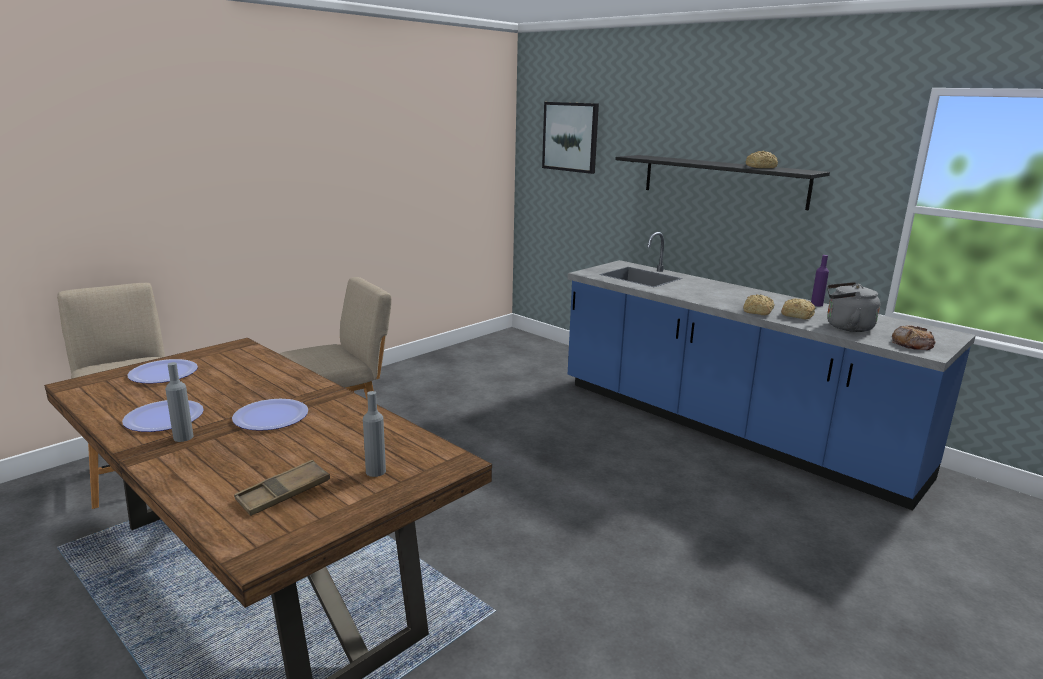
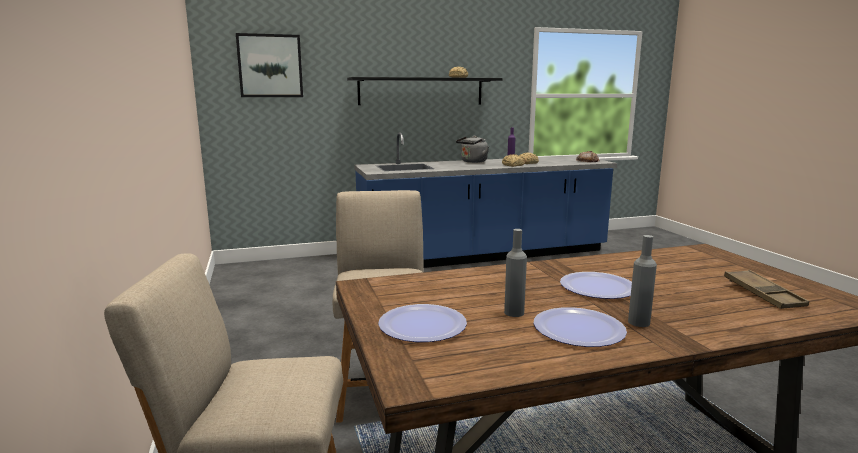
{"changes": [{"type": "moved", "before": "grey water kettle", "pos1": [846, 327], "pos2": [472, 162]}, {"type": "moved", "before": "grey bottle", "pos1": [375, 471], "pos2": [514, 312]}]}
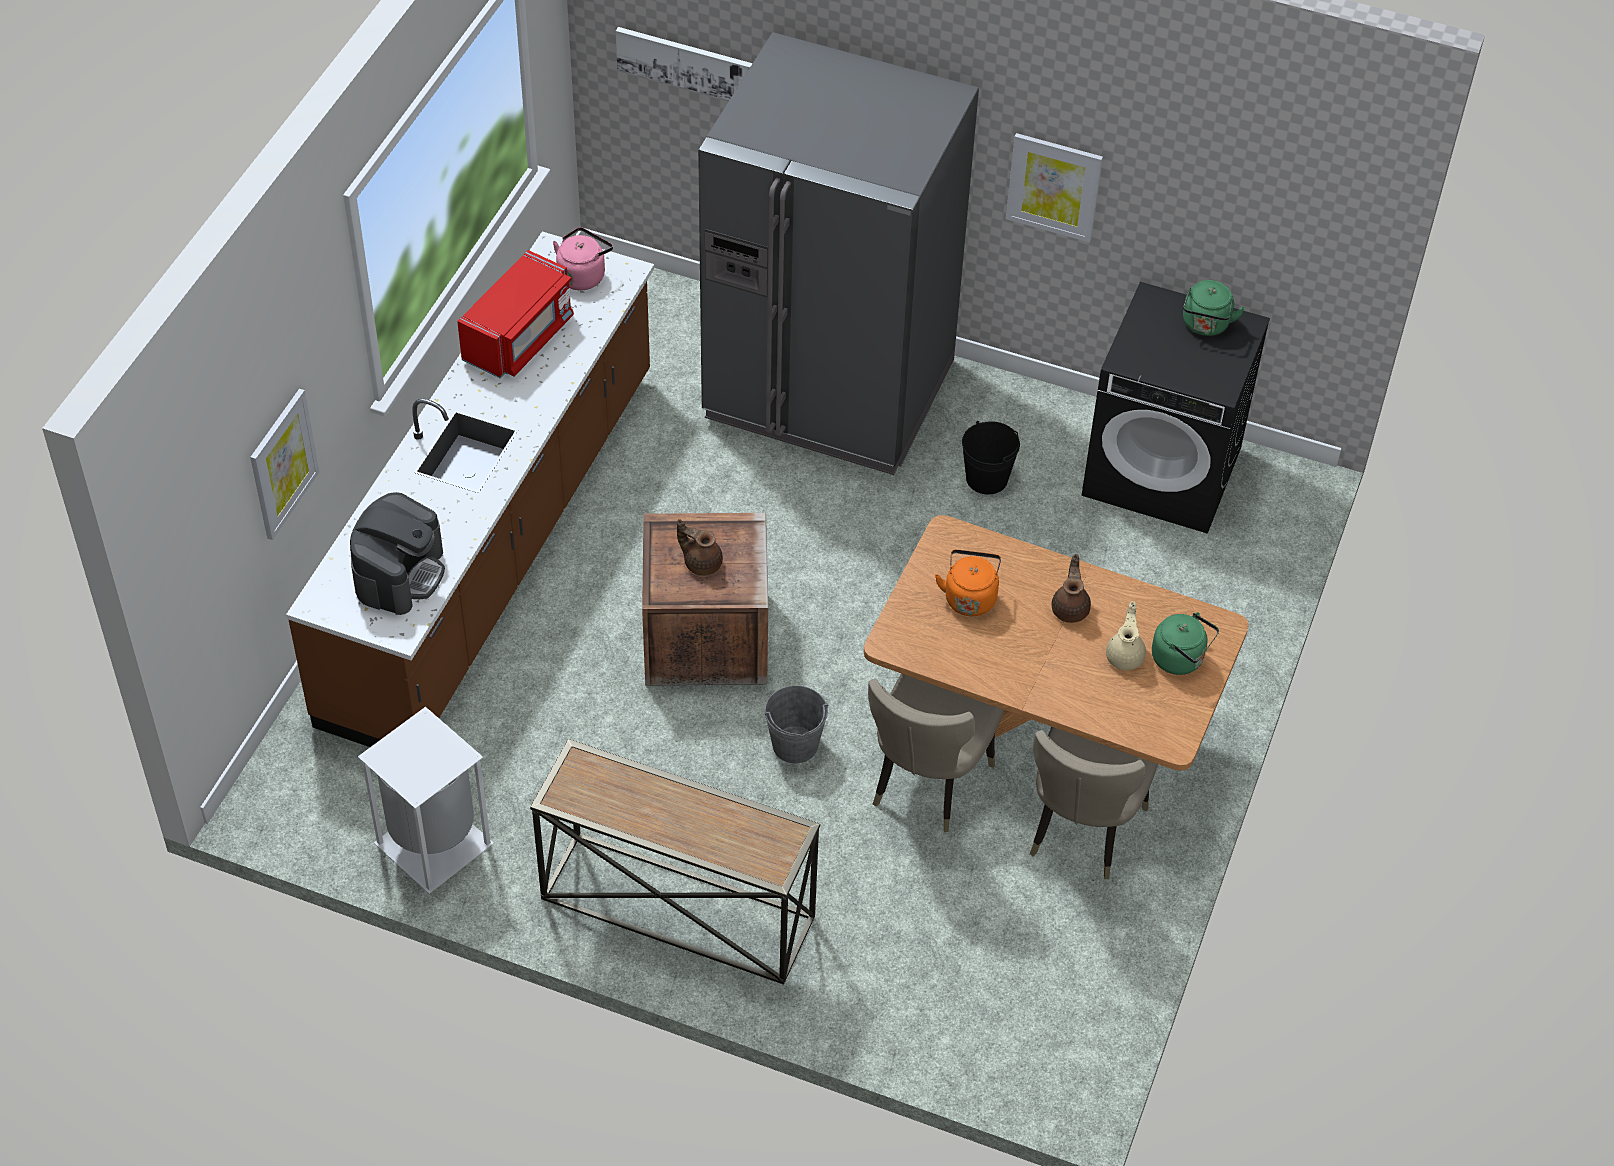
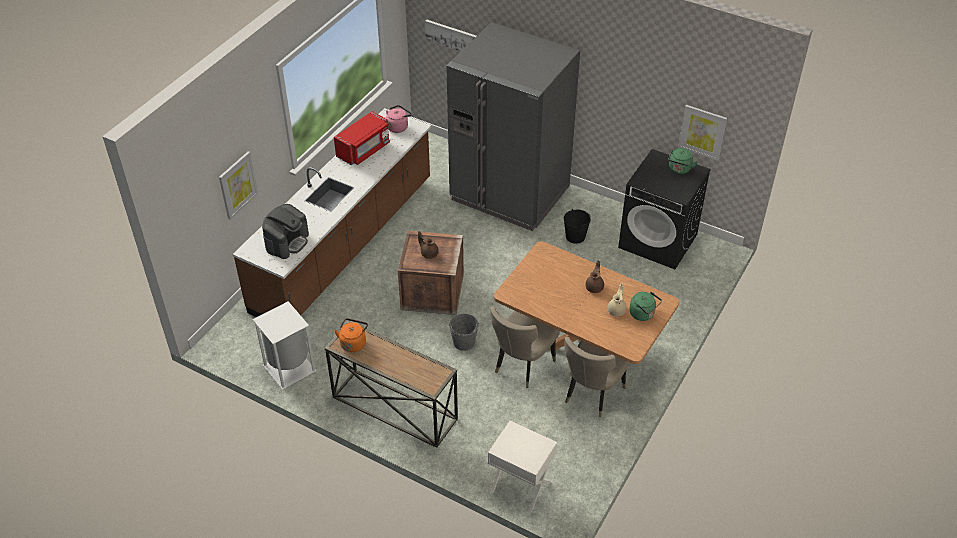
{"changes": [{"type": "moved", "before": "picture", "pos1": [1054, 186], "pos2": [702, 132]}, {"type": "moved", "before": "orange-coloured water kettle", "pos1": [970, 597], "pos2": [353, 343]}, {"type": "added", "after": "whitish nightstand", "pos2": [520, 487]}]}
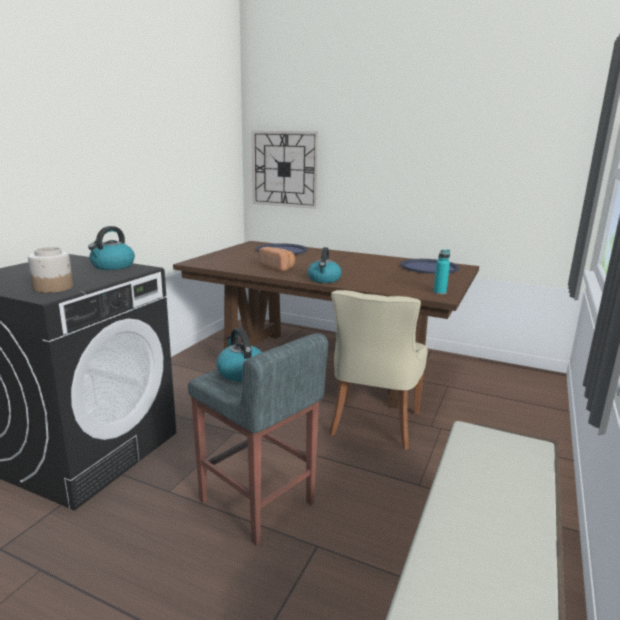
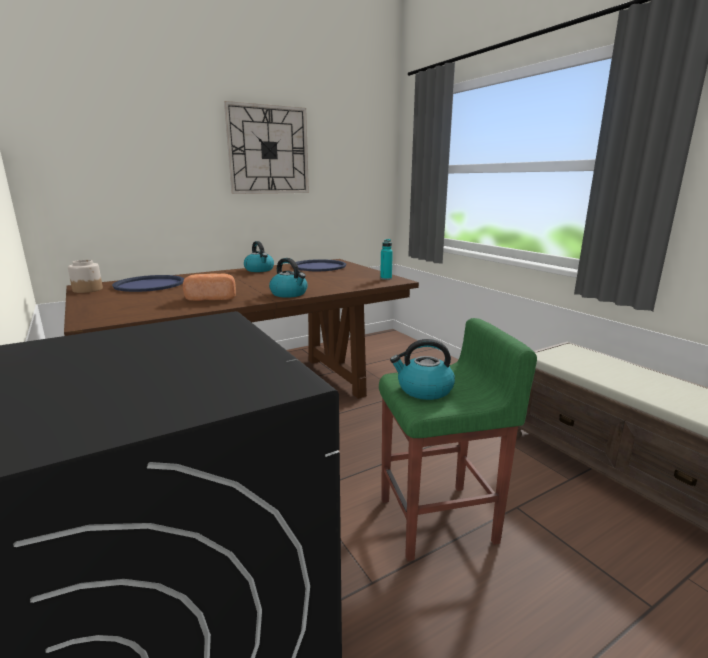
{"changes": [{"type": "moved", "before": "wall clock", "pos1": [284, 169], "pos2": [268, 150]}, {"type": "moved", "before": "water kettle", "pos1": [112, 266], "pos2": [259, 270]}, {"type": "moved", "before": "preserve jar", "pos1": [54, 288], "pos2": [88, 289]}, {"type": "removed", "before": "beige chair", "pos1": [373, 425]}, {"type": "recoloured", "before": "grey sitting stool", "after": "greenish sitting stool", "pos1": [257, 503], "pos2": [439, 520]}]}
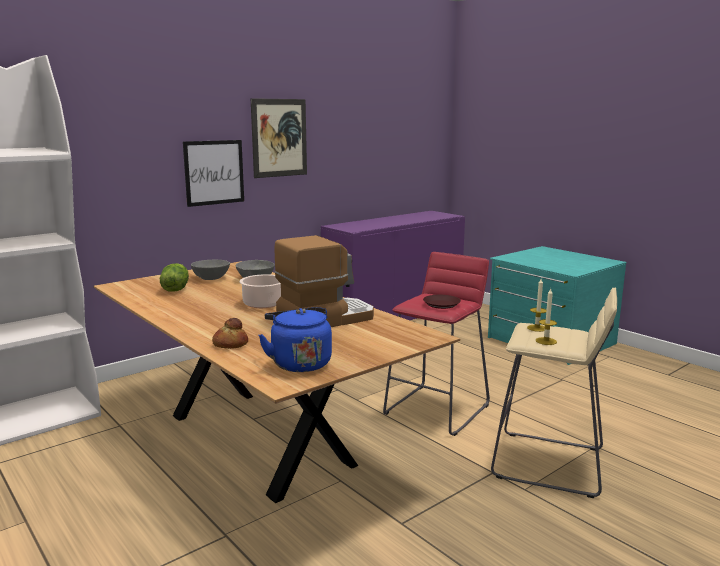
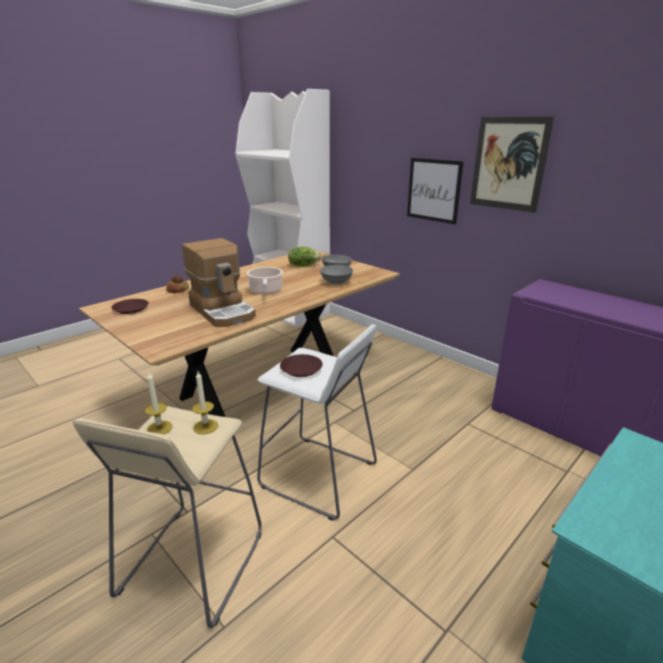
{"changes": [{"type": "recoloured", "before": "red-coloured sitting stool", "after": "whitish sitting stool", "pos1": [437, 409], "pos2": [318, 476]}, {"type": "replaced", "before": "bluish water kettle", "after": "brown-coloured plate", "pos1": [299, 363], "pos2": [131, 309]}]}
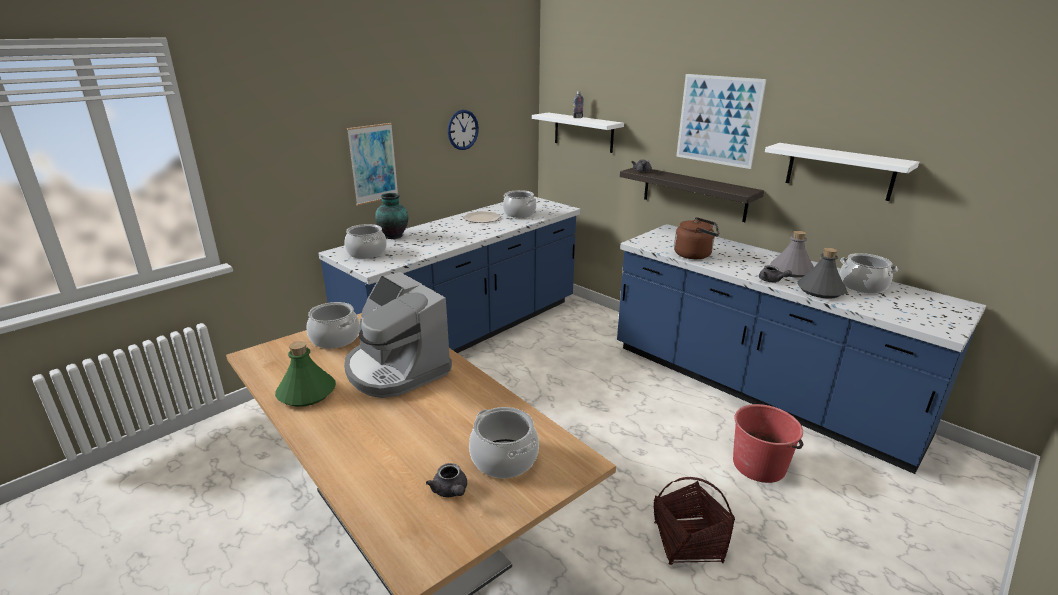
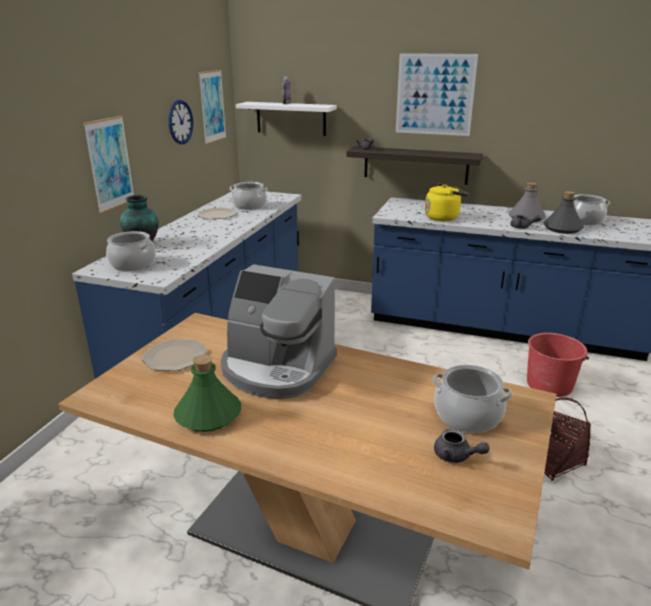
{"changes": [{"type": "removed", "before": "whitish wall shelf", "pos1": [839, 171]}, {"type": "recoloured", "before": "brown-coloured water kettle", "after": "yellow-coloured water kettle", "pos1": [695, 255], "pos2": [443, 217]}, {"type": "replaced", "before": "cooking pot", "after": "plate", "pos1": [335, 338], "pos2": [175, 356]}, {"type": "added", "after": "picture", "pos2": [212, 106]}]}
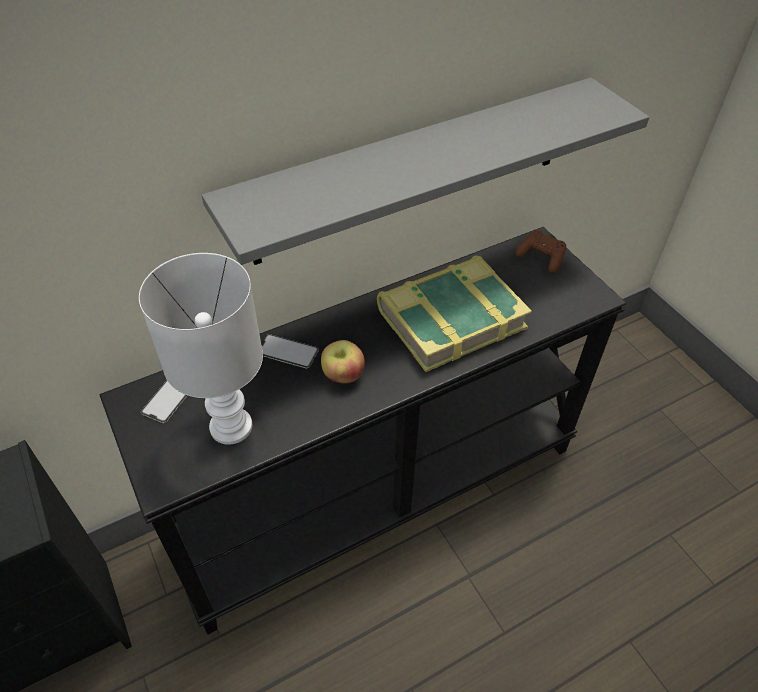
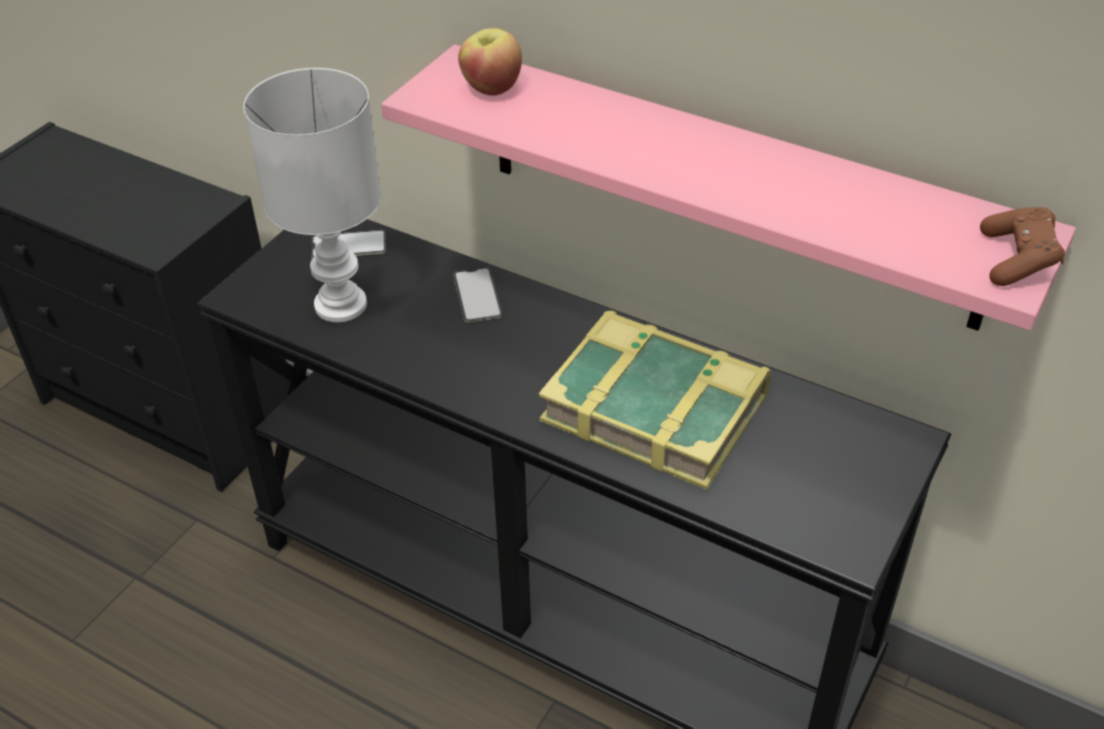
{"changes": [{"type": "recoloured", "before": "grey wall shelf", "after": "pinkish wall shelf", "pos1": [413, 171], "pos2": [728, 186]}, {"type": "moved", "before": "brown-coloured gamepad", "pos1": [541, 257], "pos2": [1017, 260]}, {"type": "moved", "before": "whole apple", "pos1": [343, 375], "pos2": [491, 87]}]}
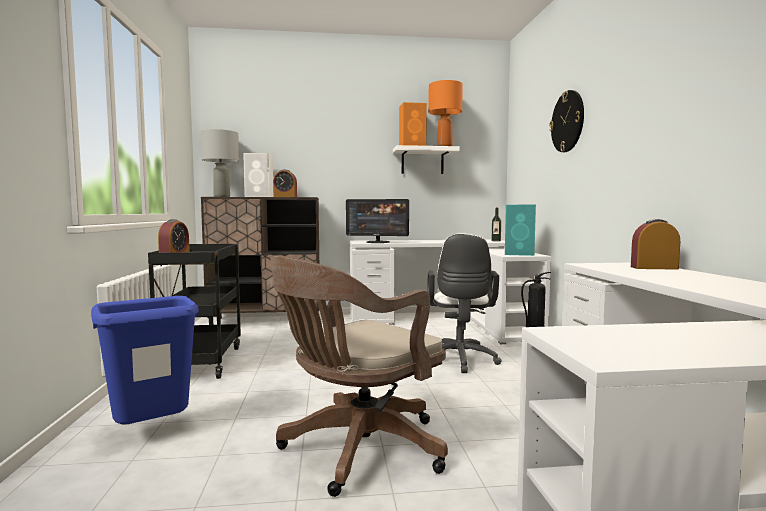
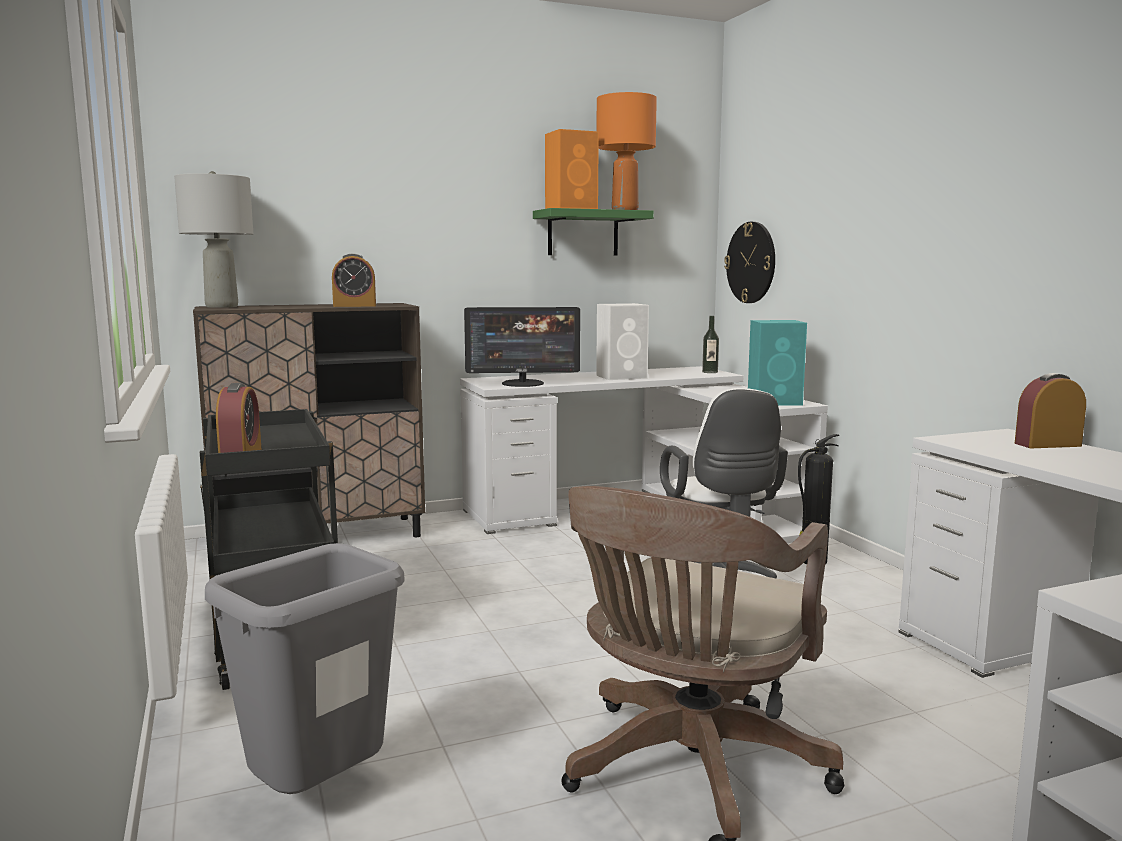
{"changes": [{"type": "moved", "before": "wall clock", "pos1": [567, 121], "pos2": [751, 262]}, {"type": "recoloured", "before": "whitish wall shelf", "after": "greenish wall shelf", "pos1": [422, 161], "pos2": [583, 233]}, {"type": "moved", "before": "whitish speaker", "pos1": [260, 197], "pos2": [622, 377]}, {"type": "recoloured", "before": "bluish waste bin", "after": "grey waste bin", "pos1": [152, 433], "pos2": [320, 796]}]}
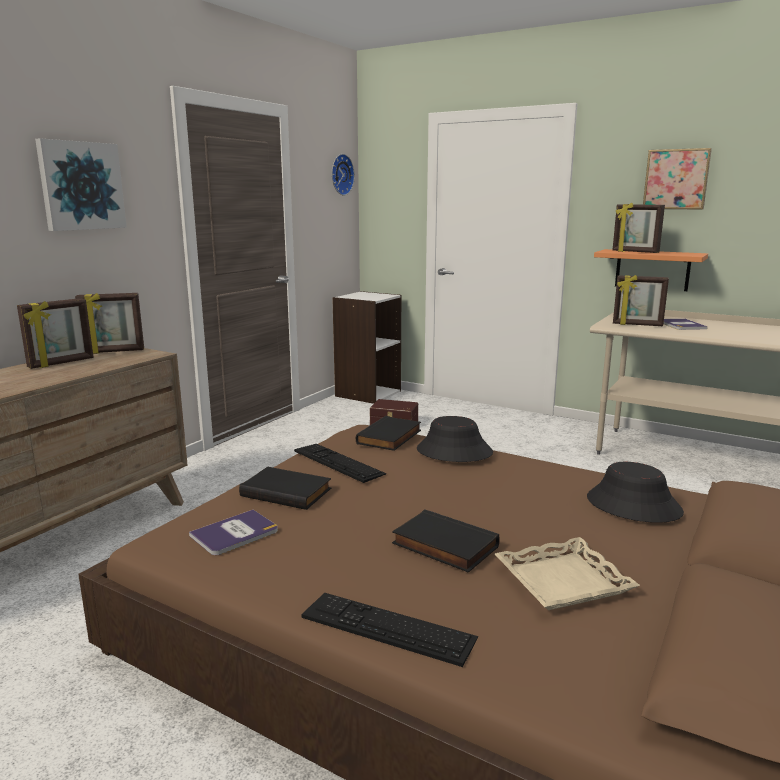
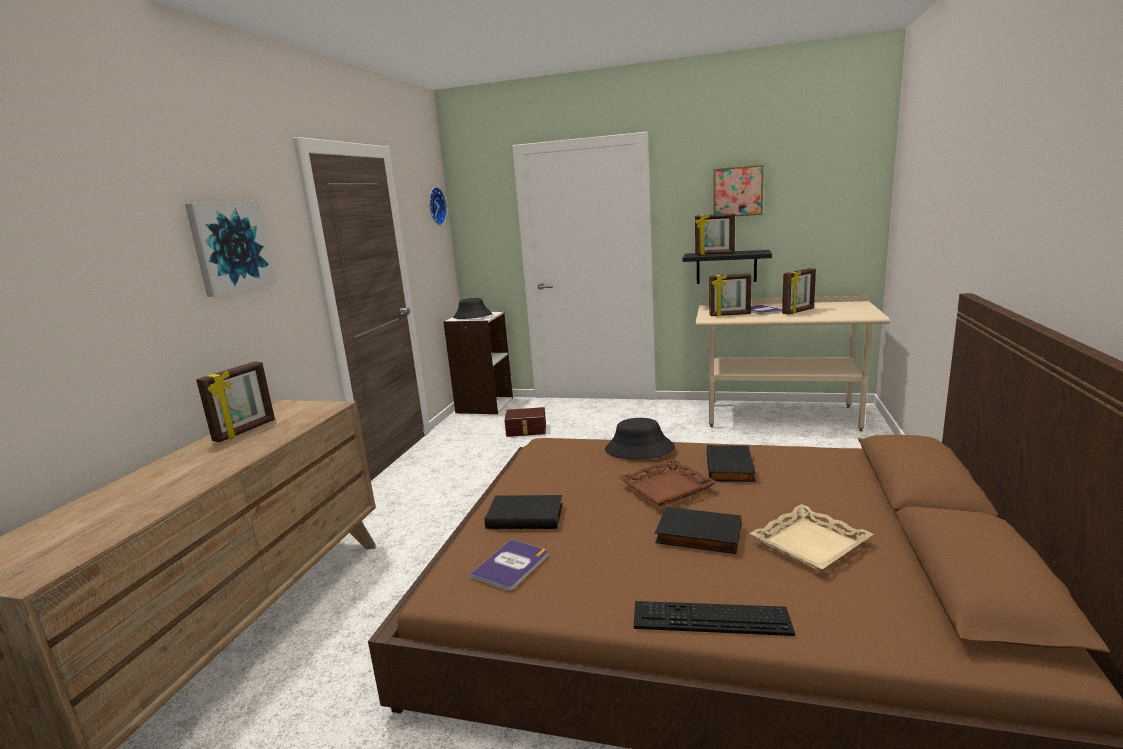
{"changes": [{"type": "recoloured", "before": "orange-coloured wall shelf", "after": "black wall shelf", "pos1": [652, 270], "pos2": [726, 267]}, {"type": "moved", "before": "picture frame", "pos1": [114, 351], "pos2": [798, 311]}, {"type": "moved", "before": "black book", "pos1": [390, 437], "pos2": [731, 467]}, {"type": "removed", "before": "keyboard", "pos1": [338, 462]}, {"type": "moved", "before": "black clothing hat", "pos1": [633, 505], "pos2": [472, 316]}, {"type": "added", "after": "brown-coloured tray", "pos2": [667, 488]}]}
